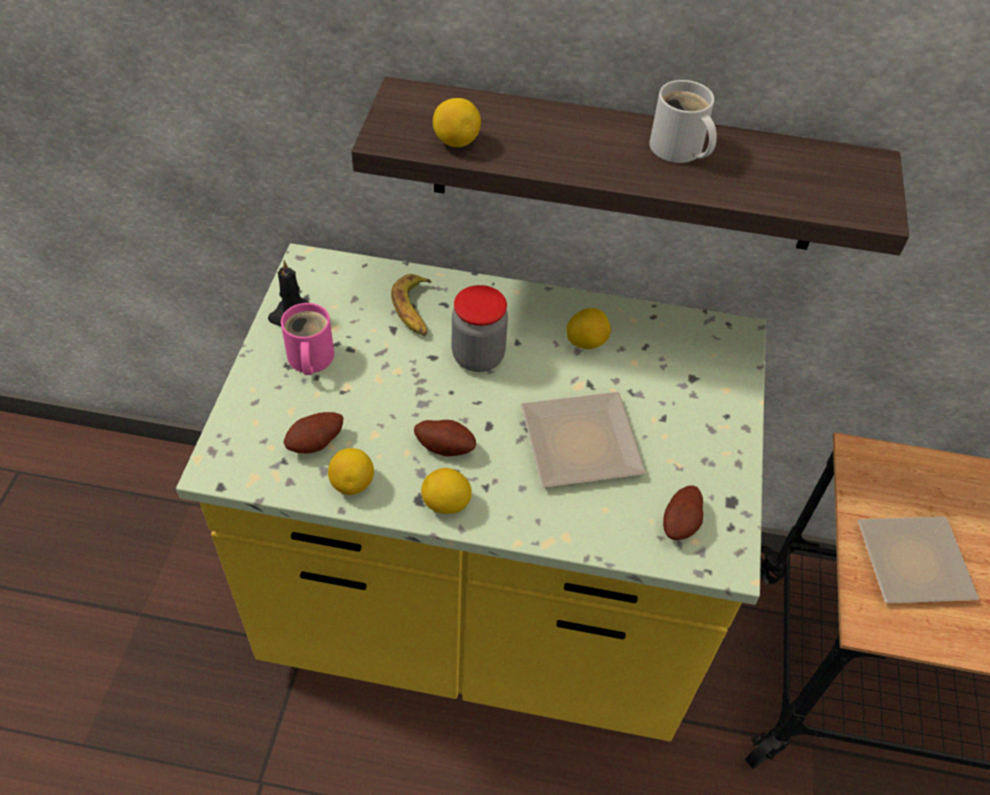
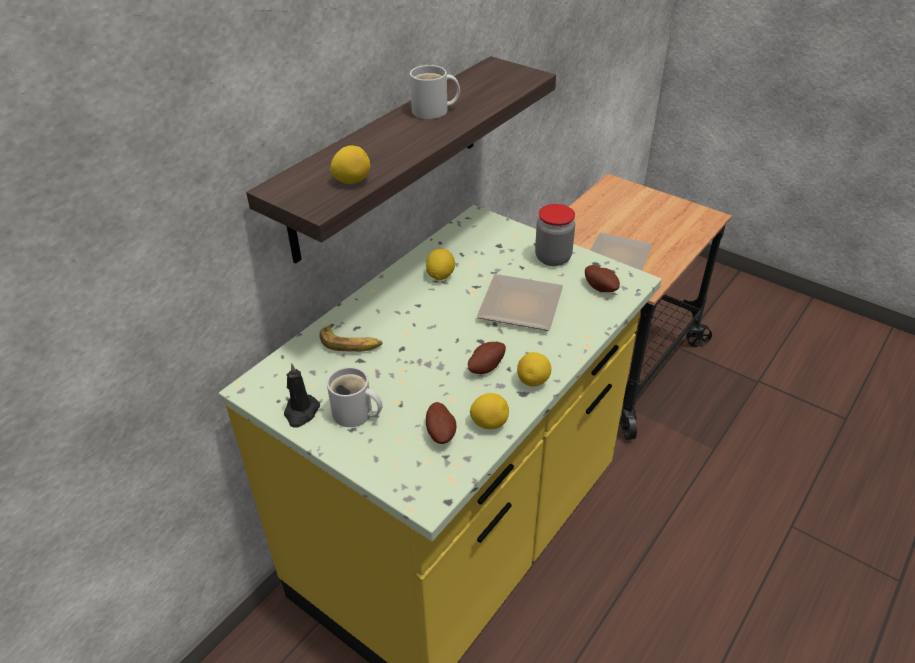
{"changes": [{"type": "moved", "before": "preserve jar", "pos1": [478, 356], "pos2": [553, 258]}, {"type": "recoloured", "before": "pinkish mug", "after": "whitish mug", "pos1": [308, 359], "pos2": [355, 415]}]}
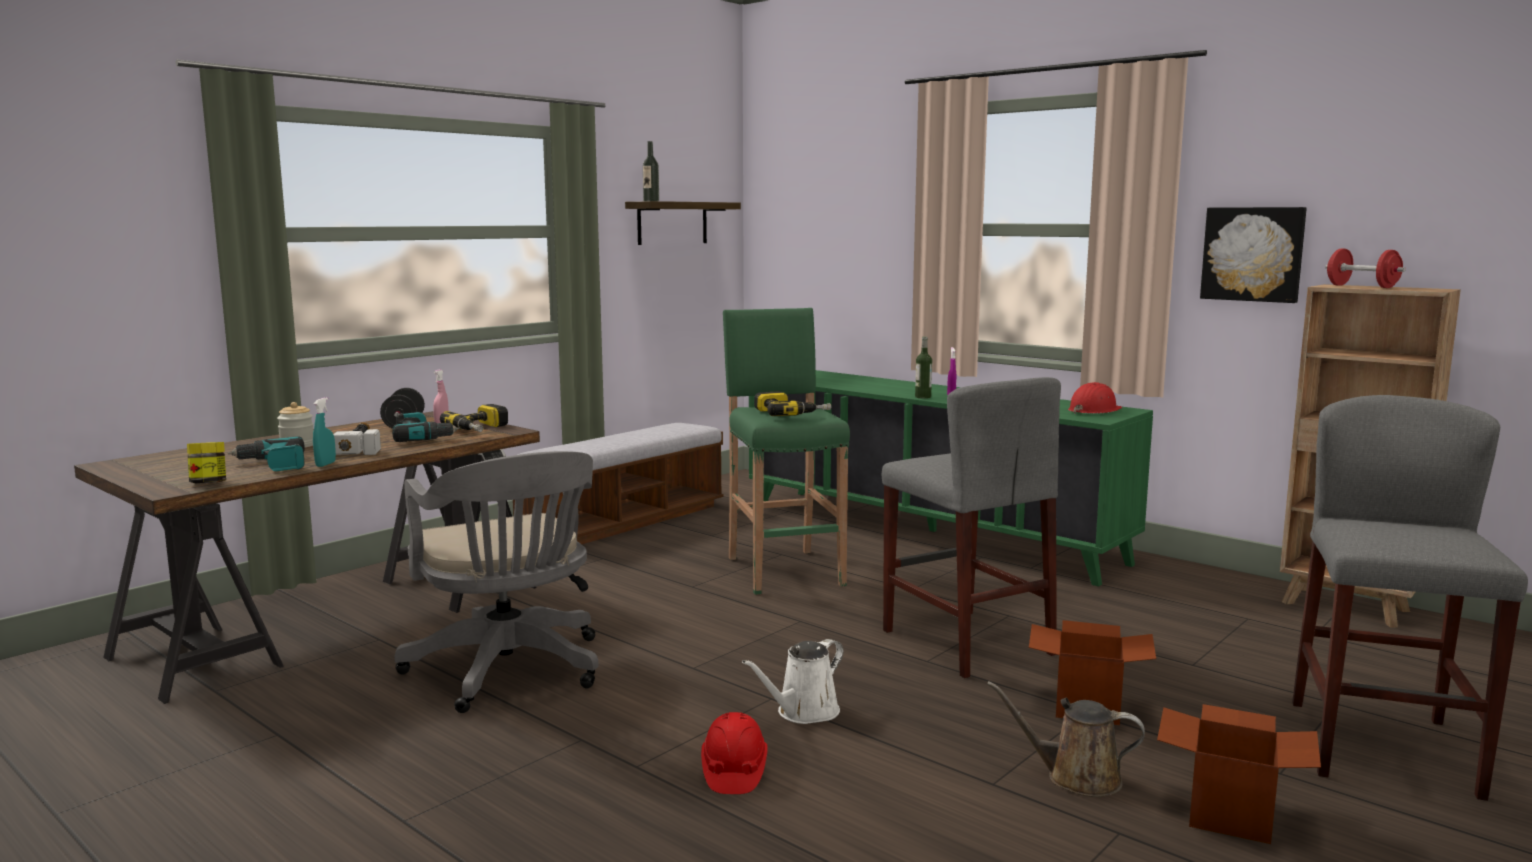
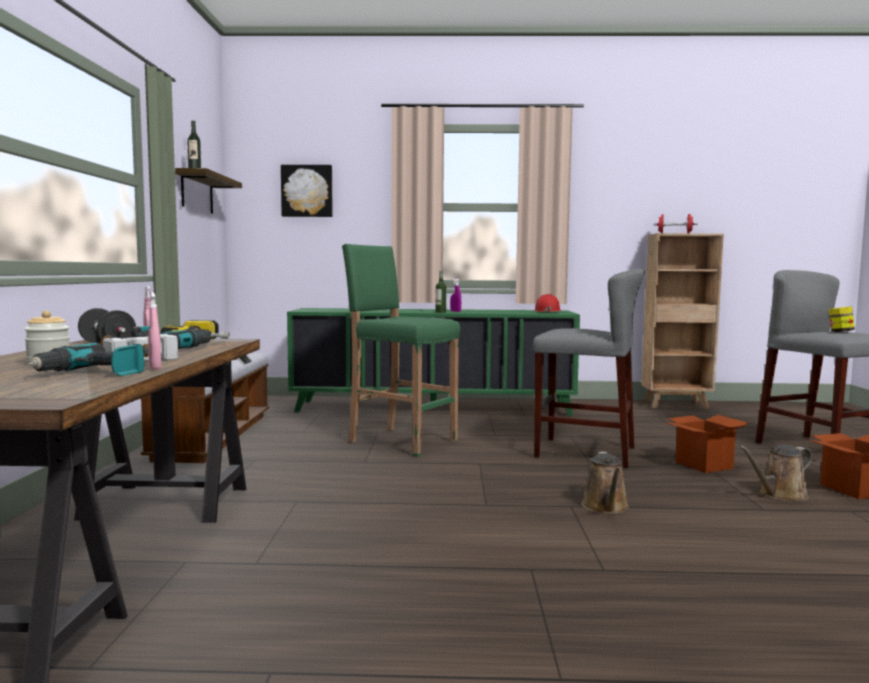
{"changes": [{"type": "moved", "before": "picture", "pos1": [1253, 254], "pos2": [307, 191]}, {"type": "removed", "before": "power drill", "pos1": [791, 413]}, {"type": "recoloured", "before": "turquoise sprayer", "after": "pinkish sprayer", "pos1": [325, 464], "pos2": [155, 368]}, {"type": "moved", "before": "preserve jar", "pos1": [208, 483], "pos2": [840, 332]}, {"type": "removed", "before": "grey office chair", "pos1": [510, 672]}, {"type": "recoloured", "before": "whitish watering can", "after": "brown-coloured watering can", "pos1": [803, 713], "pos2": [605, 507]}, {"type": "removed", "before": "red-coloured hard hat", "pos1": [733, 772]}]}
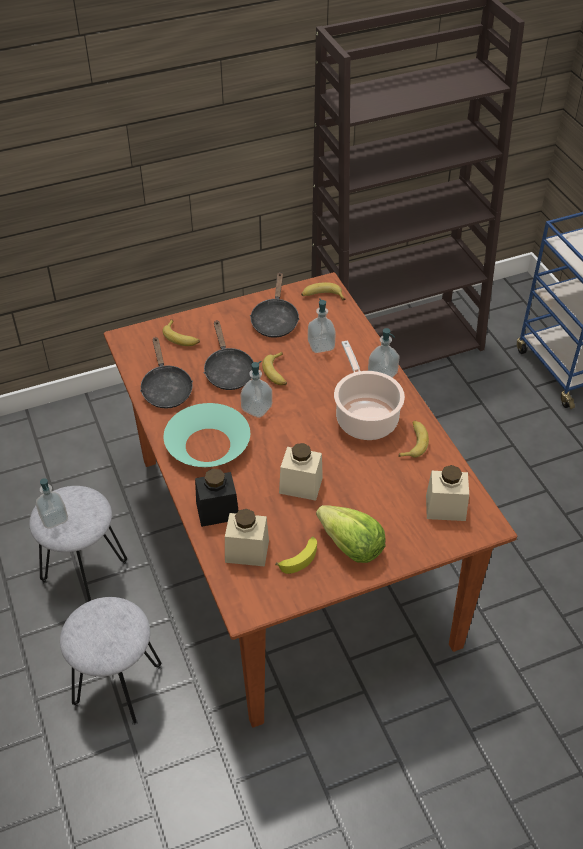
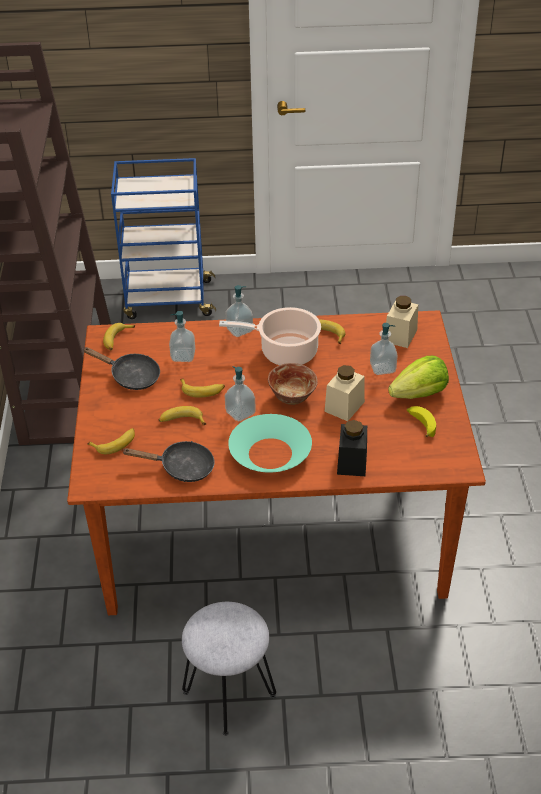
{"changes": [{"type": "replaced", "before": "black pan", "after": "banana", "pos1": [228, 371], "pos2": [181, 421]}, {"type": "moved", "before": "soap dispenser", "pos1": [54, 518], "pos2": [382, 368]}, {"type": "removed", "before": "beige preserve jar", "pos1": [247, 551]}, {"type": "removed", "before": "grey sitting stool", "pos1": [117, 685]}, {"type": "added", "after": "serving bowl", "pos2": [292, 398]}]}
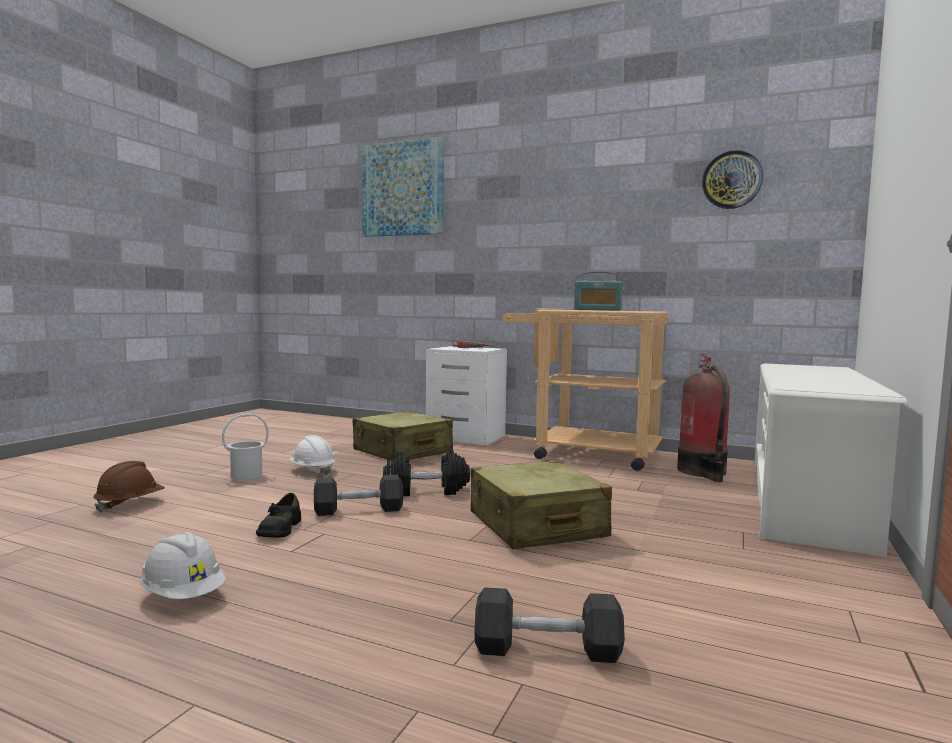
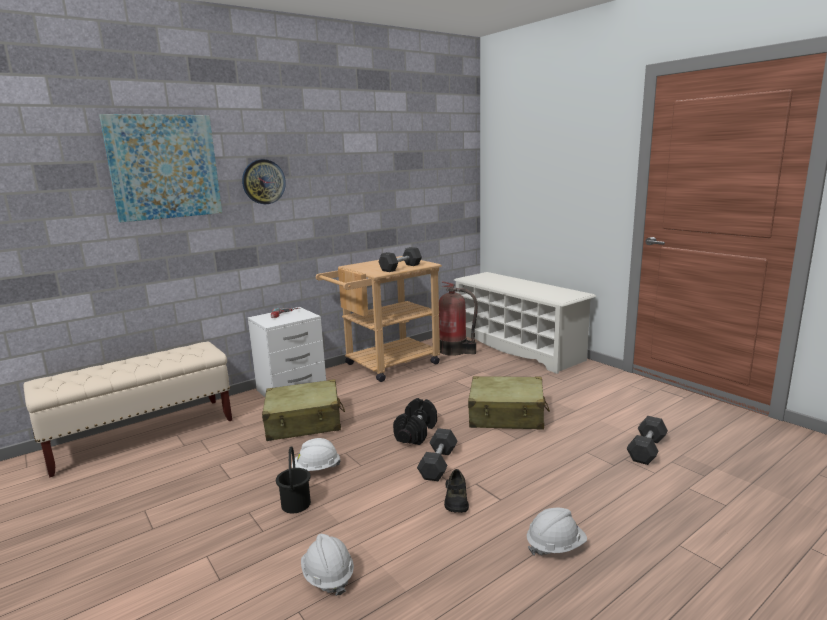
{"changes": [{"type": "moved", "before": "wall clock", "pos1": [732, 180], "pos2": [263, 181]}, {"type": "replaced", "before": "radio", "after": "grey hand weight", "pos1": [597, 310], "pos2": [400, 267]}, {"type": "recoloured", "before": "whitish pail", "after": "black pail", "pos1": [246, 475], "pos2": [295, 504]}, {"type": "recoloured", "before": "brown-coloured hard hat", "after": "whitish hard hat", "pos1": [130, 504], "pos2": [328, 576]}, {"type": "turned", "before": "black shoe", "pos1": [279, 529], "pos2": [456, 500], "turn": 60}, {"type": "added", "after": "beige long seat", "pos2": [143, 435]}]}
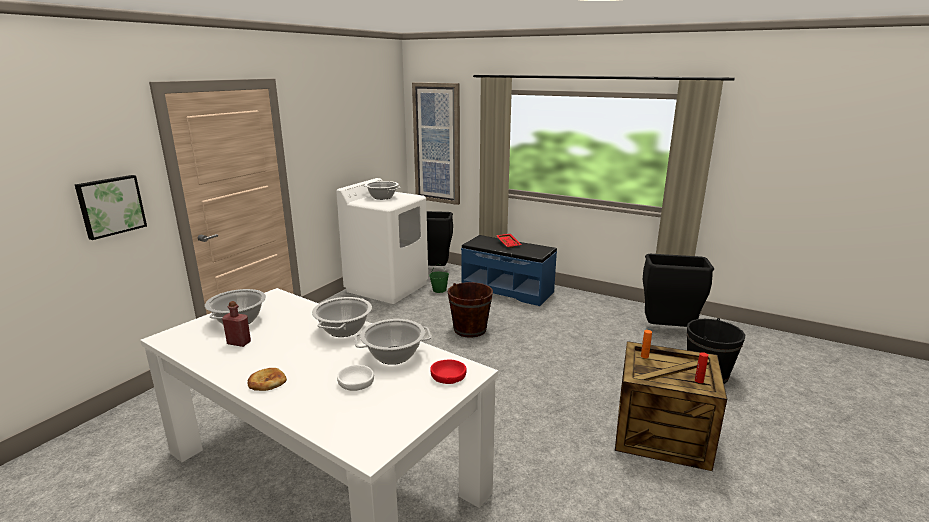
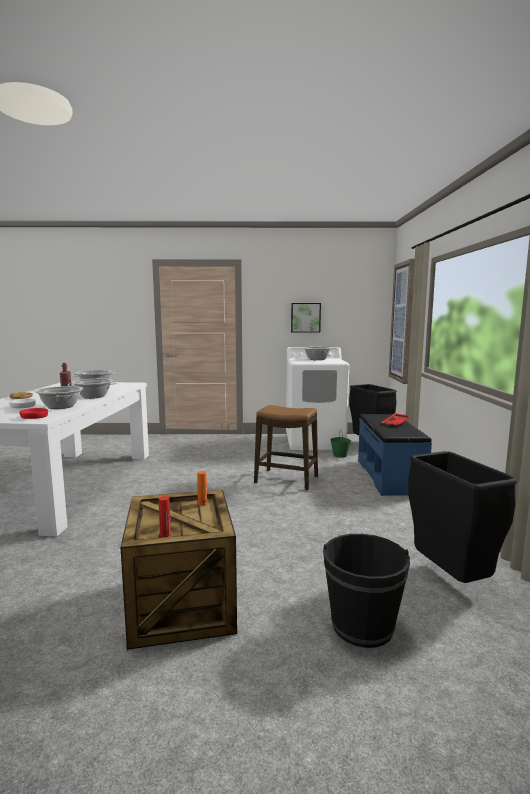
{"changes": [{"type": "moved", "before": "picture", "pos1": [110, 206], "pos2": [305, 317]}, {"type": "replaced", "before": "brown-coloured pail", "after": "sitting stool", "pos1": [470, 329], "pos2": [286, 480]}]}
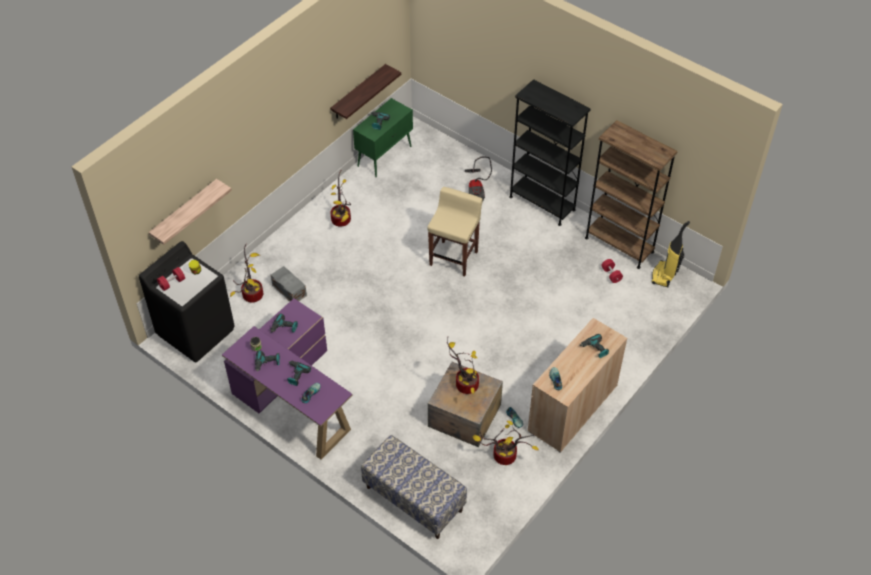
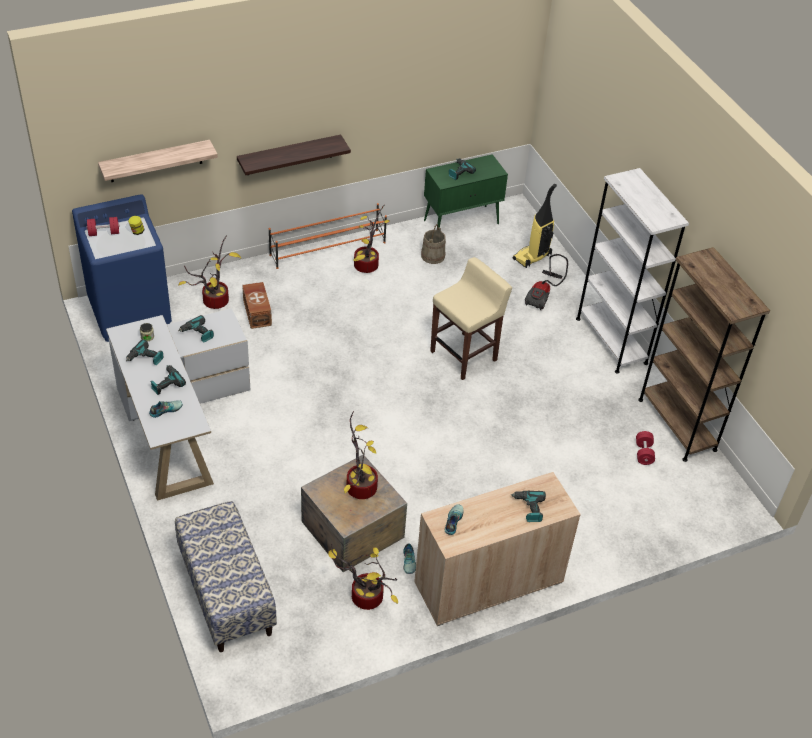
{"changes": [{"type": "moved", "before": "wall shelf", "pos1": [358, 92], "pos2": [289, 155]}, {"type": "recoloured", "before": "black bookcase", "after": "whitish bookcase", "pos1": [542, 203], "pos2": [611, 341]}, {"type": "moved", "before": "vacuum cleaner", "pos1": [664, 275], "pos2": [532, 257]}, {"type": "recoloured", "before": "black washing machine", "after": "bluish washing machine", "pos1": [196, 331], "pos2": [130, 312]}, {"type": "recoloured", "before": "grey storage container", "after": "brown-coloured storage container", "pos1": [289, 290], "pos2": [257, 312]}, {"type": "recoloured", "before": "purplish desk table", "after": "whitish desk table", "pos1": [293, 397], "pos2": [178, 421]}, {"type": "added", "after": "orange-coloured shoe stand", "pos2": [328, 249]}, {"type": "added", "after": "beige pail", "pos2": [433, 256]}]}
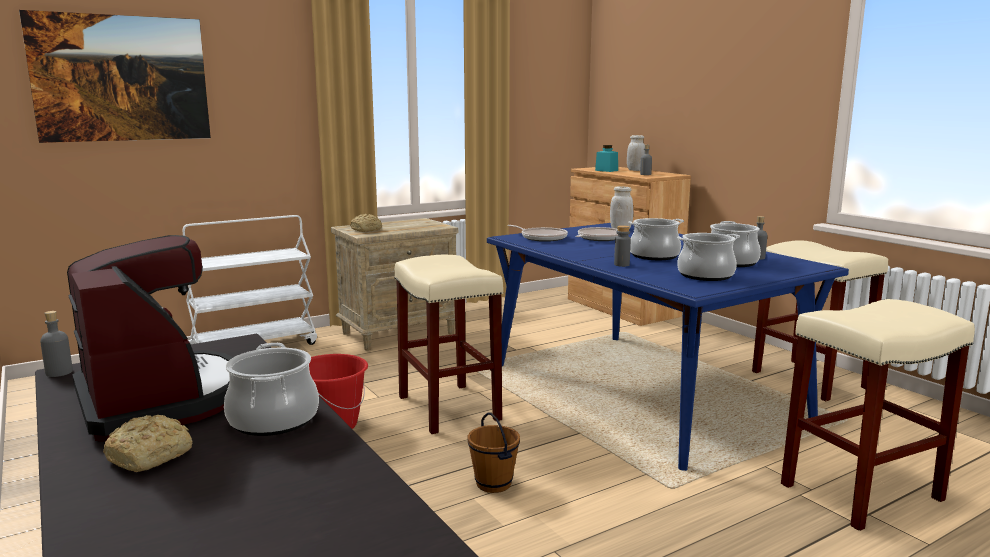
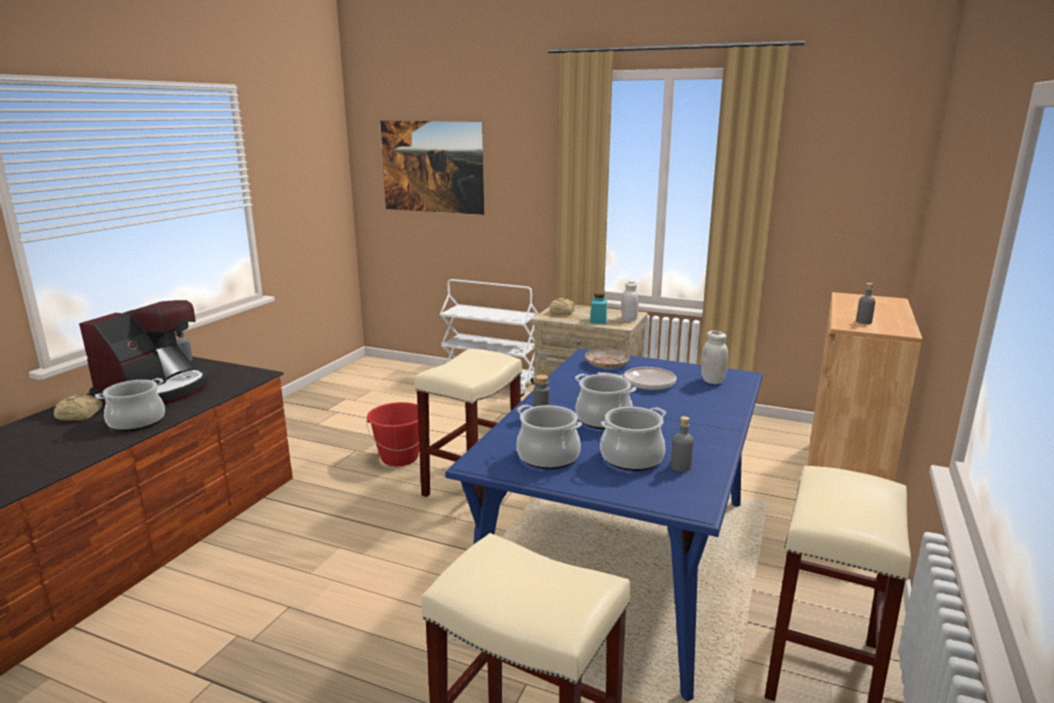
{"changes": [{"type": "moved", "before": "whitish preserve jar", "pos1": [635, 170], "pos2": [629, 319]}, {"type": "moved", "before": "turquoise preserve jar", "pos1": [606, 170], "pos2": [598, 320]}, {"type": "replaced", "before": "pan", "after": "beige plate", "pos1": [542, 238], "pos2": [606, 364]}, {"type": "removed", "before": "brown-coloured pail", "pos1": [493, 484]}]}
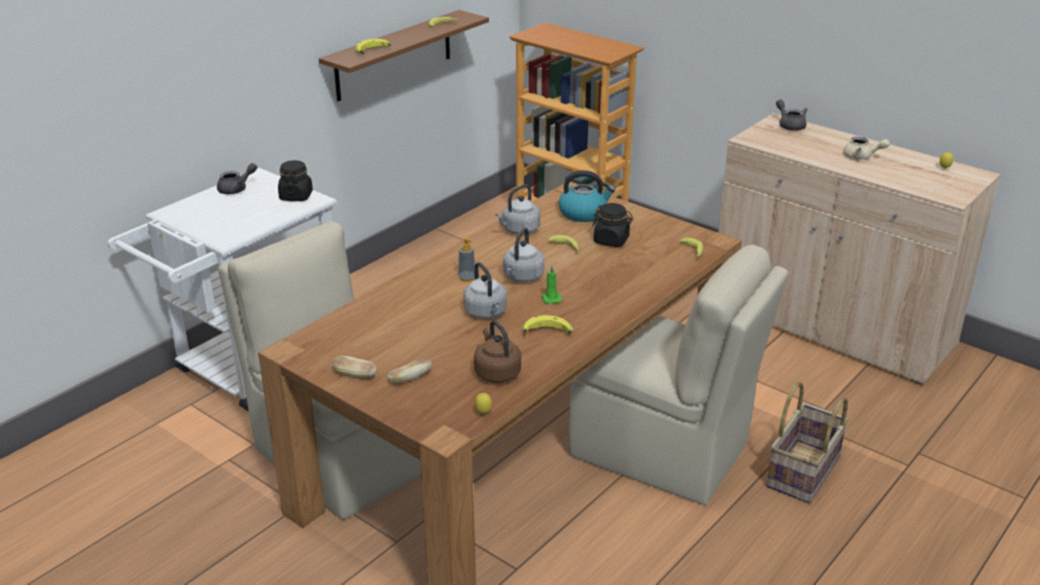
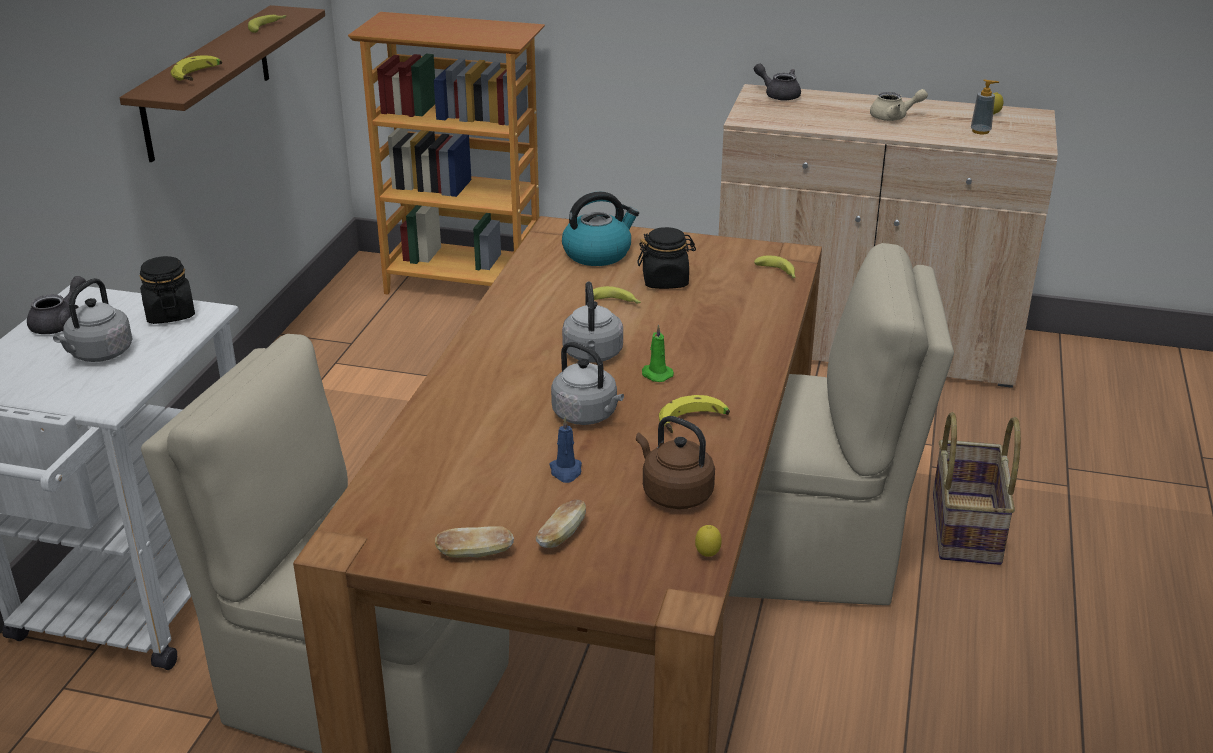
{"changes": [{"type": "moved", "before": "grey water kettle", "pos1": [519, 230], "pos2": [99, 354]}, {"type": "moved", "before": "soap dispenser", "pos1": [467, 278], "pos2": [980, 131]}, {"type": "added", "after": "bluish wax candle", "pos2": [566, 471]}]}
